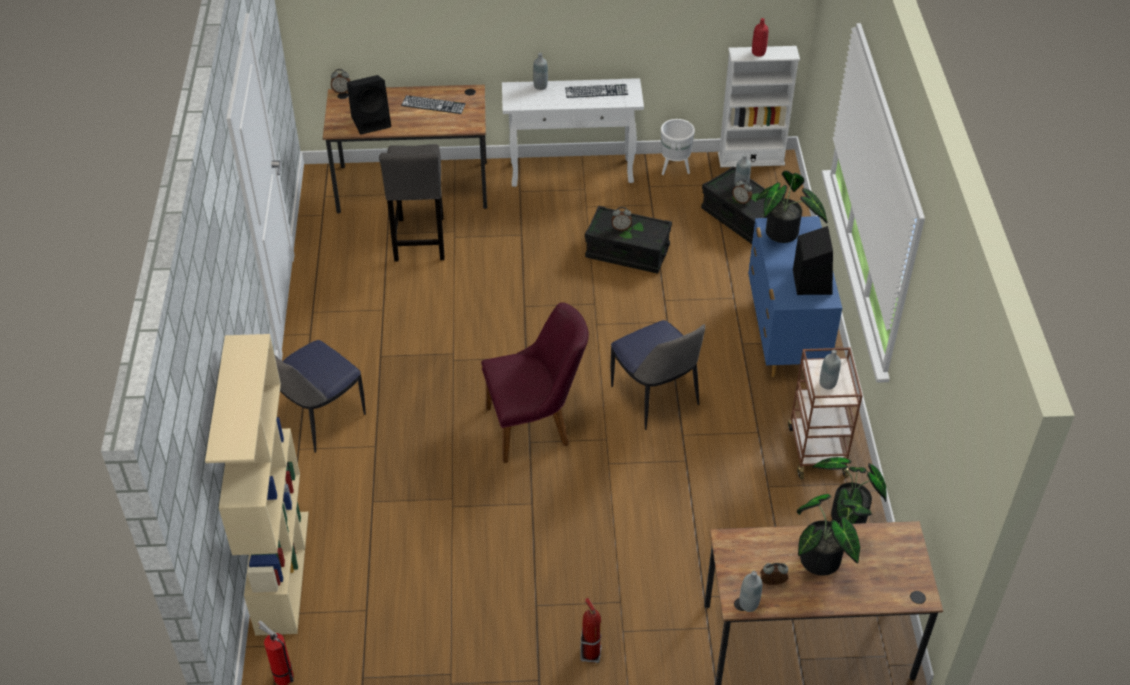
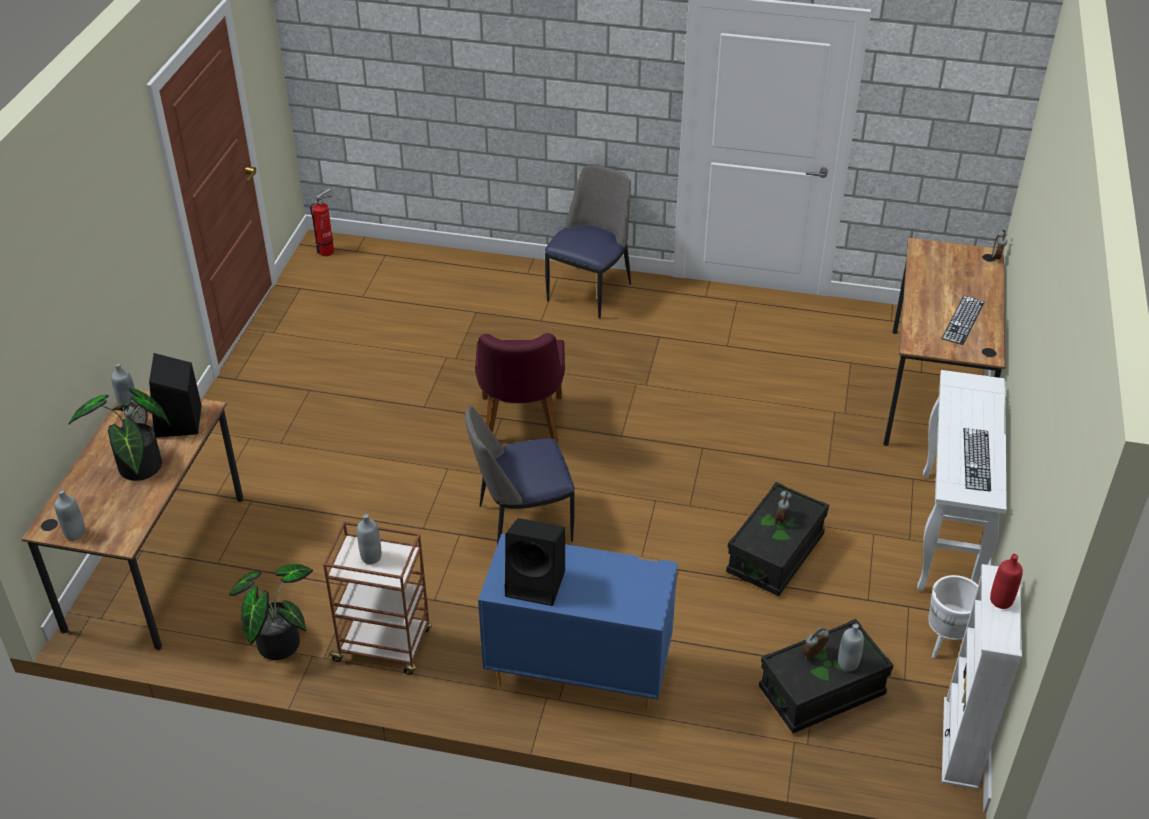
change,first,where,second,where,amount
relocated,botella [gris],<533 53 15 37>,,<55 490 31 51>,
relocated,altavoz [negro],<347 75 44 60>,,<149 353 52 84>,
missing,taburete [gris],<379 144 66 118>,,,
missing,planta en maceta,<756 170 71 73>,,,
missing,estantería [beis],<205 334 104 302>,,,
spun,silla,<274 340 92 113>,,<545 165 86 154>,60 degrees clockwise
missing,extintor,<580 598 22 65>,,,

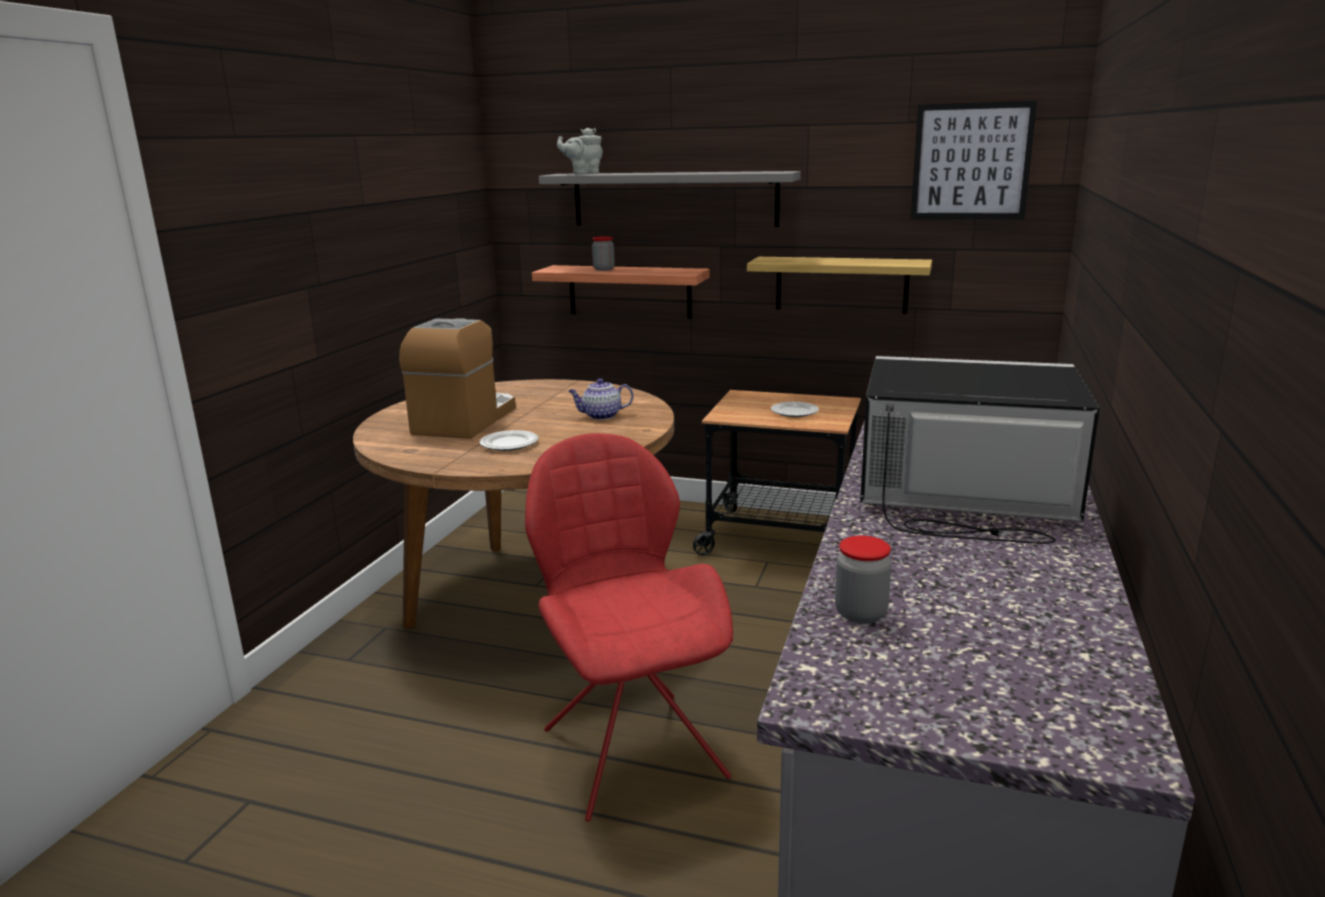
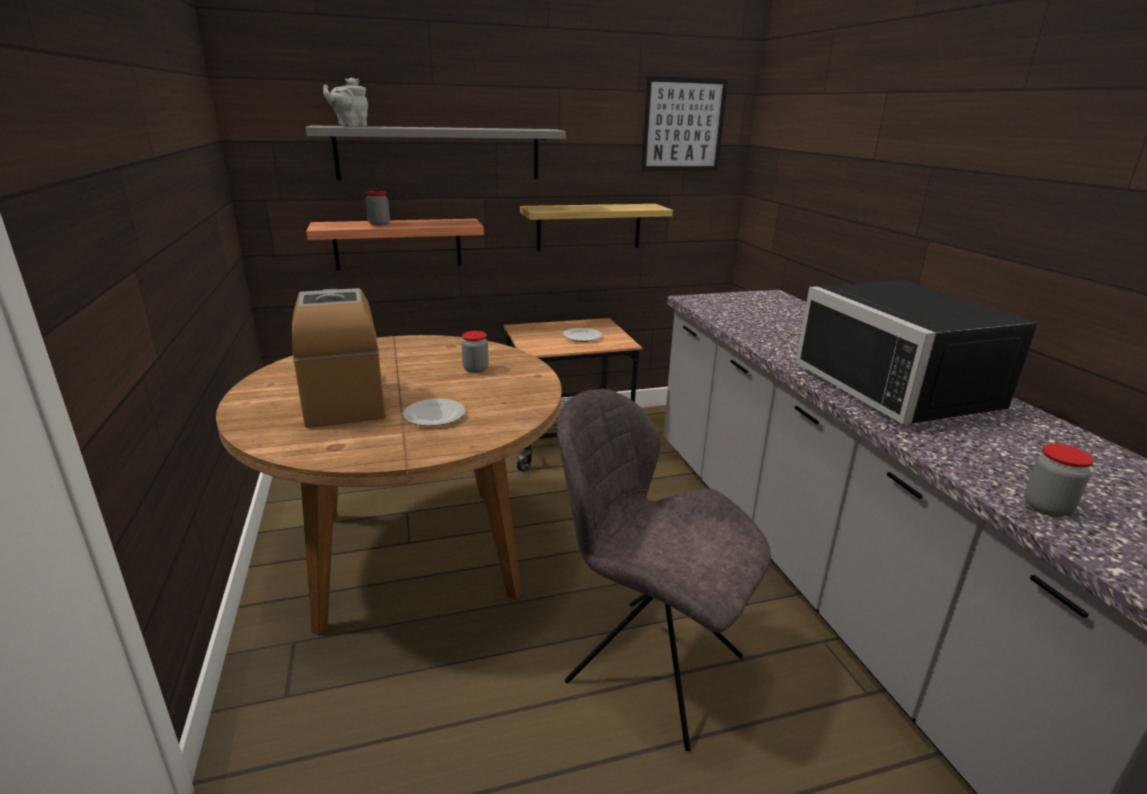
change,first,where,second,where,amount
spun,microondas [negro],<860 356 240 188>,,<796 280 242 145>,90 degrees counterclockwise
exchanged,tetera,<568 379 66 41>,tarro,<461 331 28 42>,
colour,silla [rojo],<525 433 208 389>,silla [gris],<557 389 214 363>,

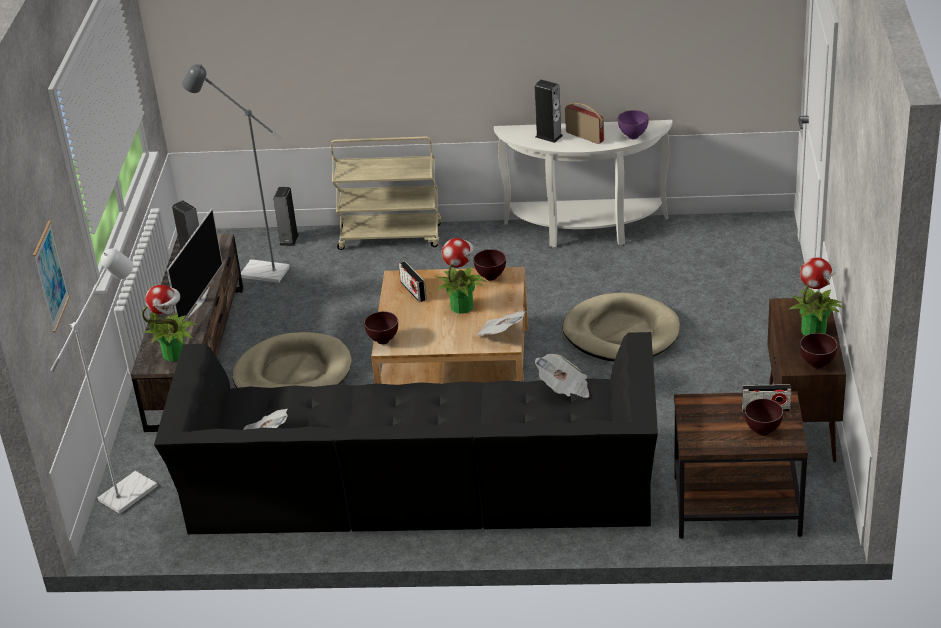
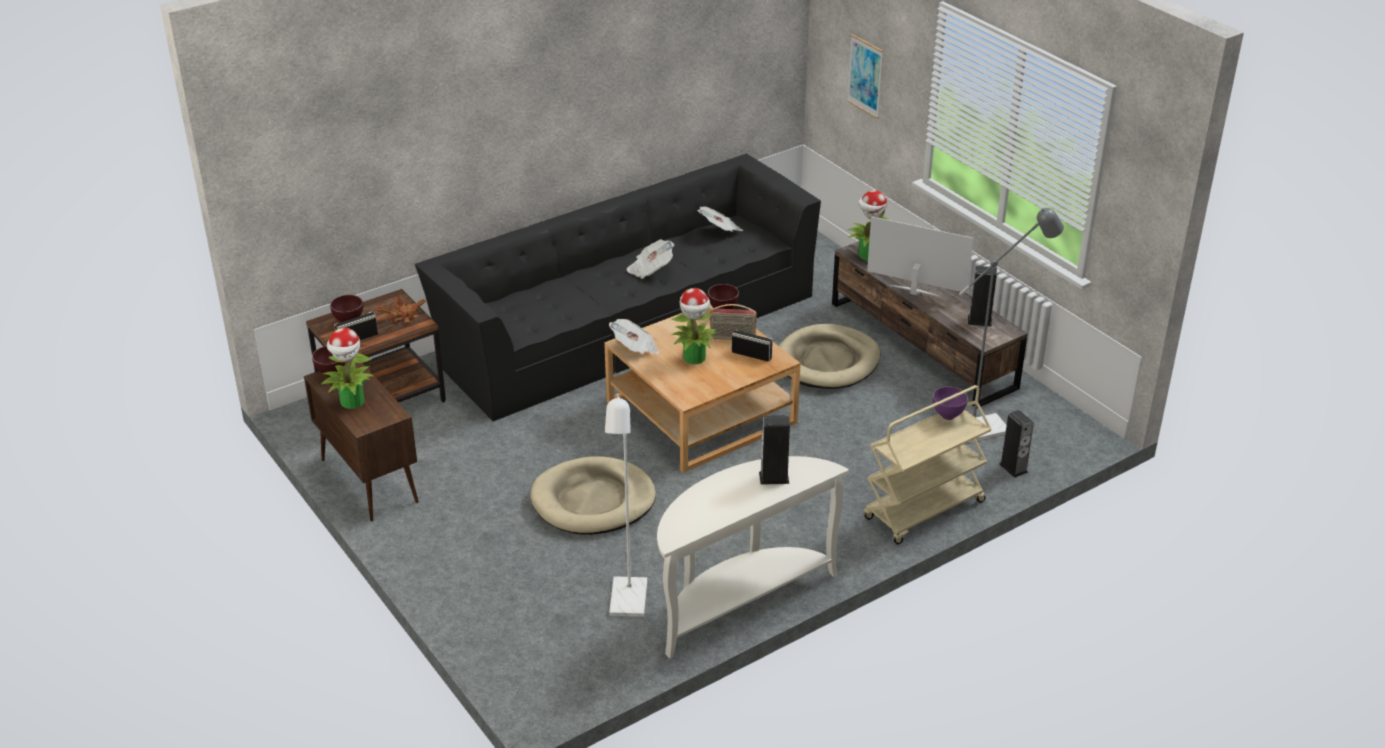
change,first,where,second,where,amount
relocated,radio,<565 103 39 41>,,<710 304 47 36>,
relocated,cuenco [morado],<618 110 31 29>,,<933 386 35 34>,
spun,televisor,<167 208 56 114>,,<867 216 107 81>,135 degrees clockwise
relocated,lámpara de pie [blanco],<51 249 107 265>,,<605 394 42 223>,
missing,cuenco [marrón],<473 249 33 32>,,,
relocated,periódico,<535 354 55 44>,,<627 240 47 39>,
appeared,,,planta en maceta,<376 297 50 26>,

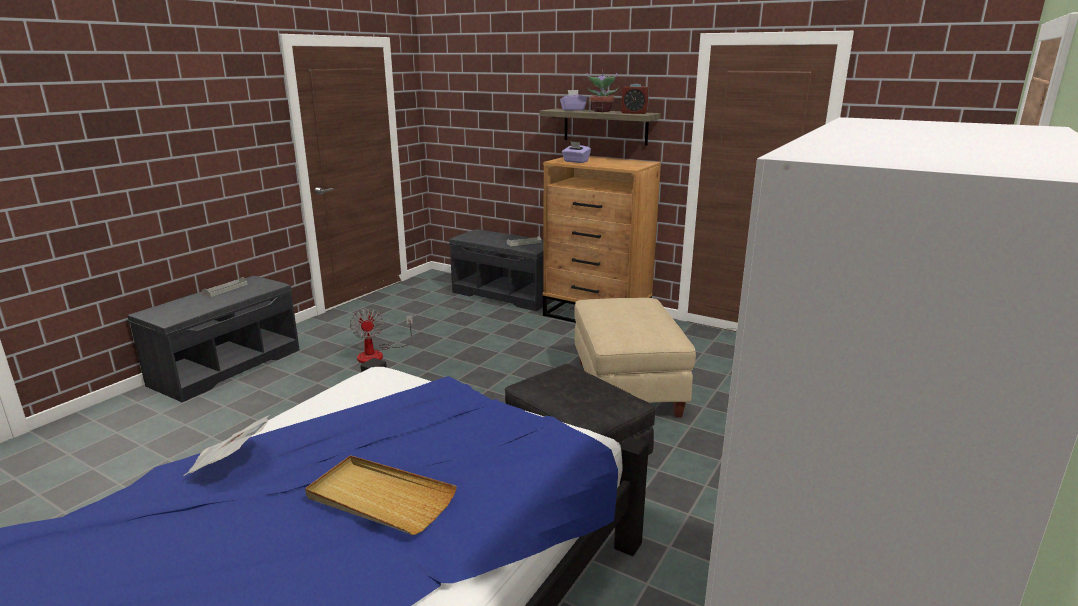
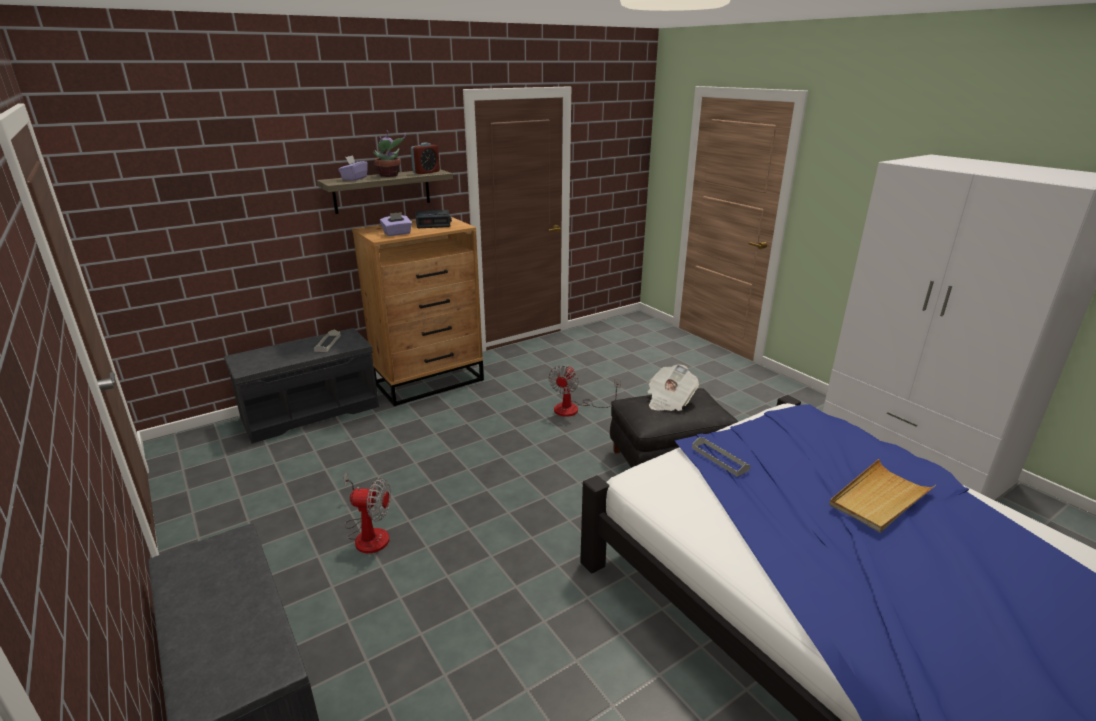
change,first,where,second,where,amount
relocated,bandeja [gris],<202 277 46 20>,,<692 437 59 40>,
exchanged,puf [beis],<574 298 122 120>,ventilador,<548 365 73 52>,
relocated,periódico,<184 415 86 61>,,<648 364 51 47>,
appeared,,,despertador,<416 210 36 18>,

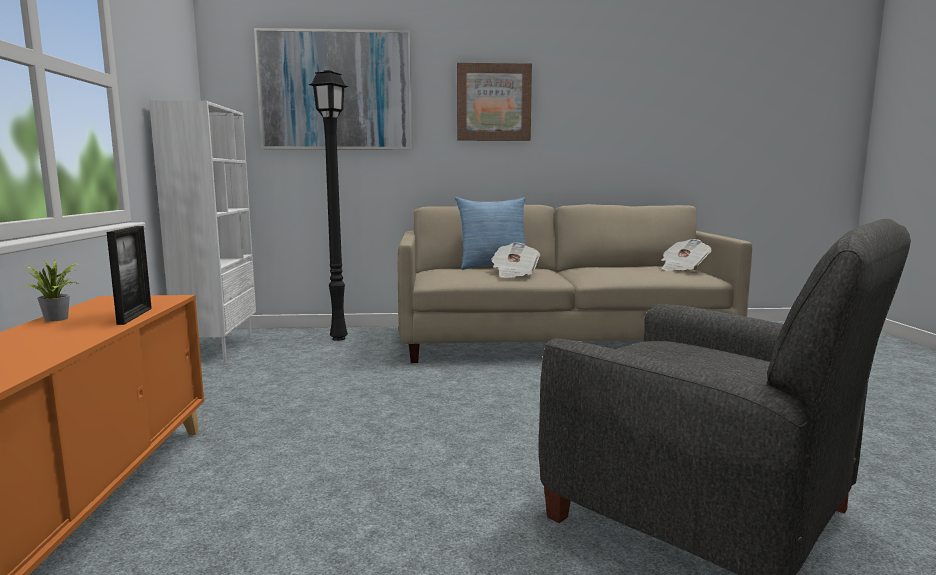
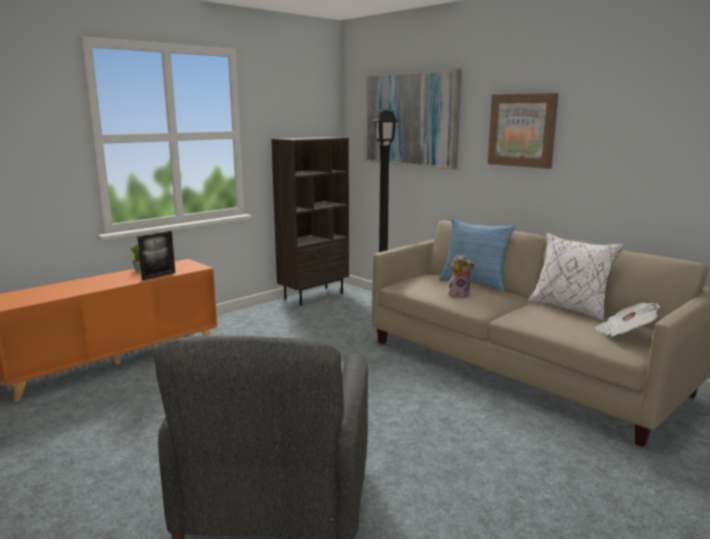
change,first,where,second,where,amount
colour,estantería [blanco],<149 100 107 261>,estantería [marrón],<271 137 78 169>,
exchanged,periódico,<491 243 49 35>,peluche,<448 255 27 43>,
appeared,,,cojín [blanco],<528 233 96 88>,

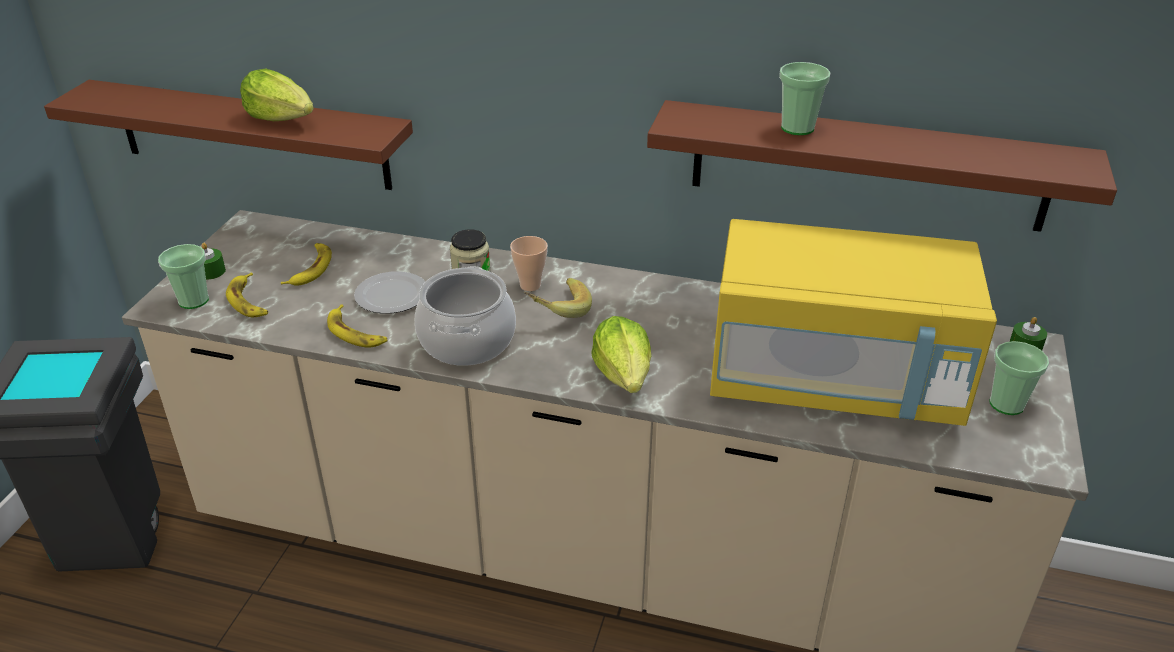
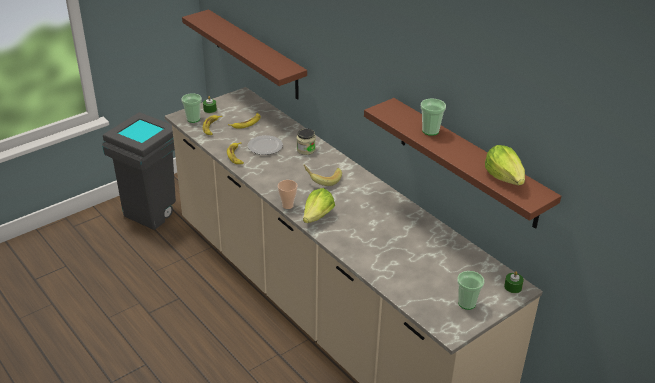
change,first,where,second,where,amount
relocated,lechuga,<240 68 74 53>,,<485 145 40 40>,
missing,microondas [amarillo],<710 219 287 207>,,,
relocated,taza,<510 236 38 55>,,<278 180 19 29>,
missing,olla,<415 266 101 100>,,,

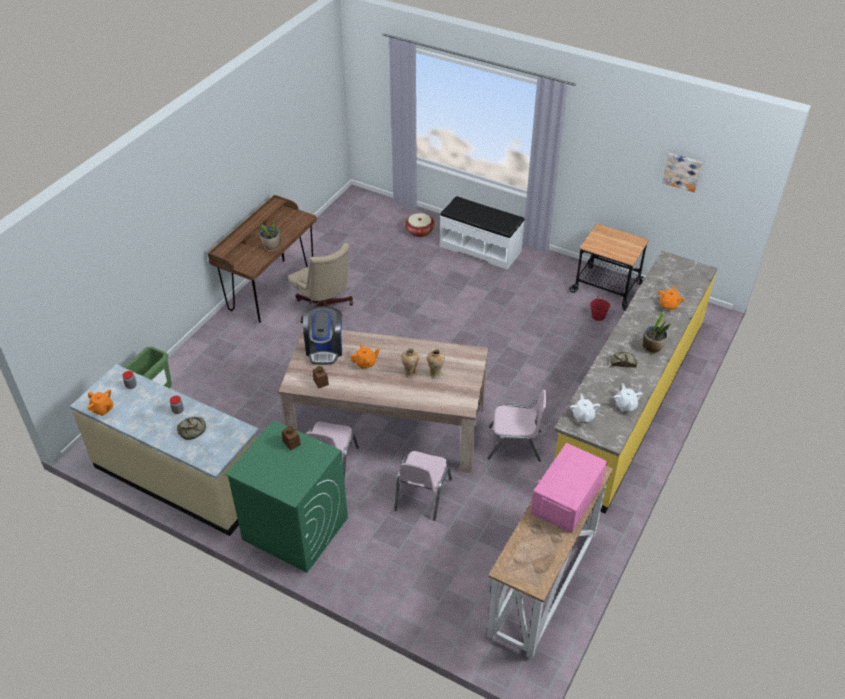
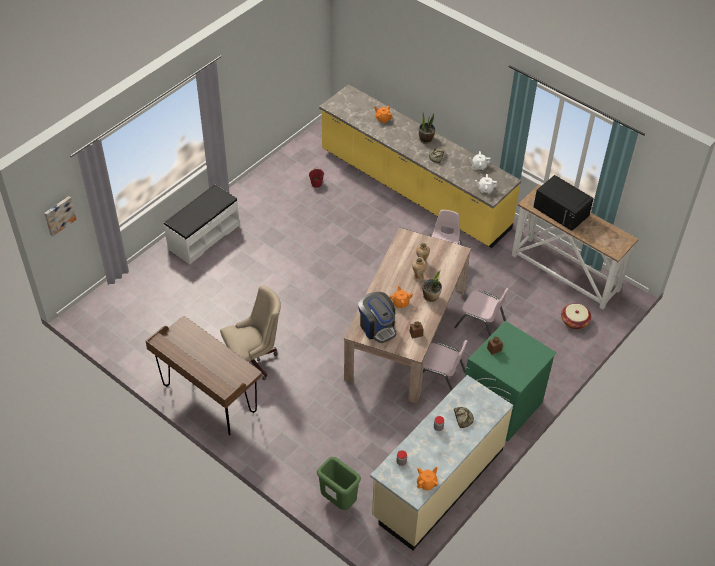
change,first,where,second,where,amount
relocated,cuadro,<662 153 40 39>,,<44 196 33 40>,
relocated,cesta,<405 213 30 24>,,<561 303 30 26>,
relocated,planta en maceta,<260 221 20 30>,,<423 270 19 32>,
missing,carrito,<569 223 80 88>,,,
spun,cafetera,<303 306 39 59>,,<358 292 38 51>,45 degrees clockwise
colour,microondas [rosa],<531 443 76 90>,microondas [negro],<534 175 60 56>,

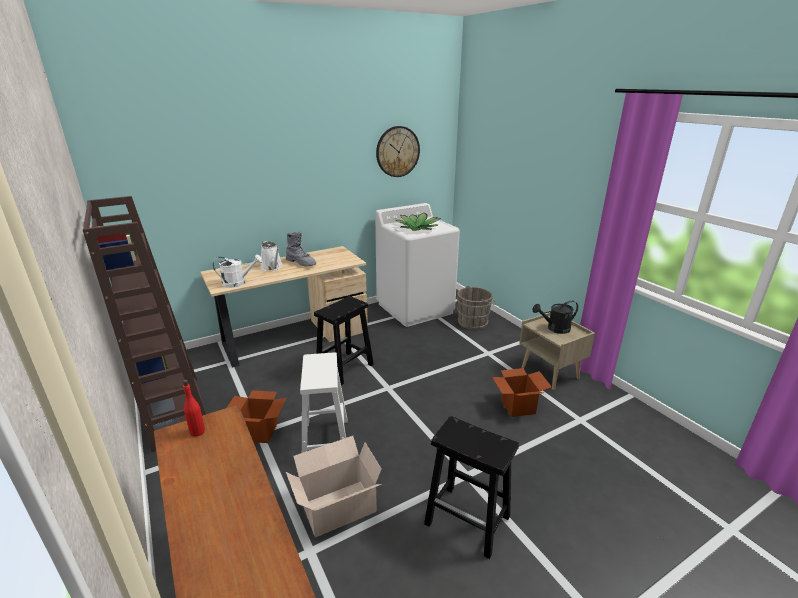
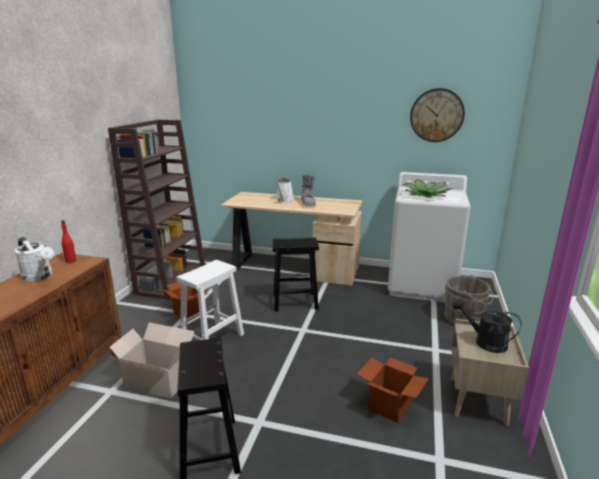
change,first,where,second,where,amount
relocated,regadera [blanco],<213 254 49 34>,,<15 237 39 44>,

